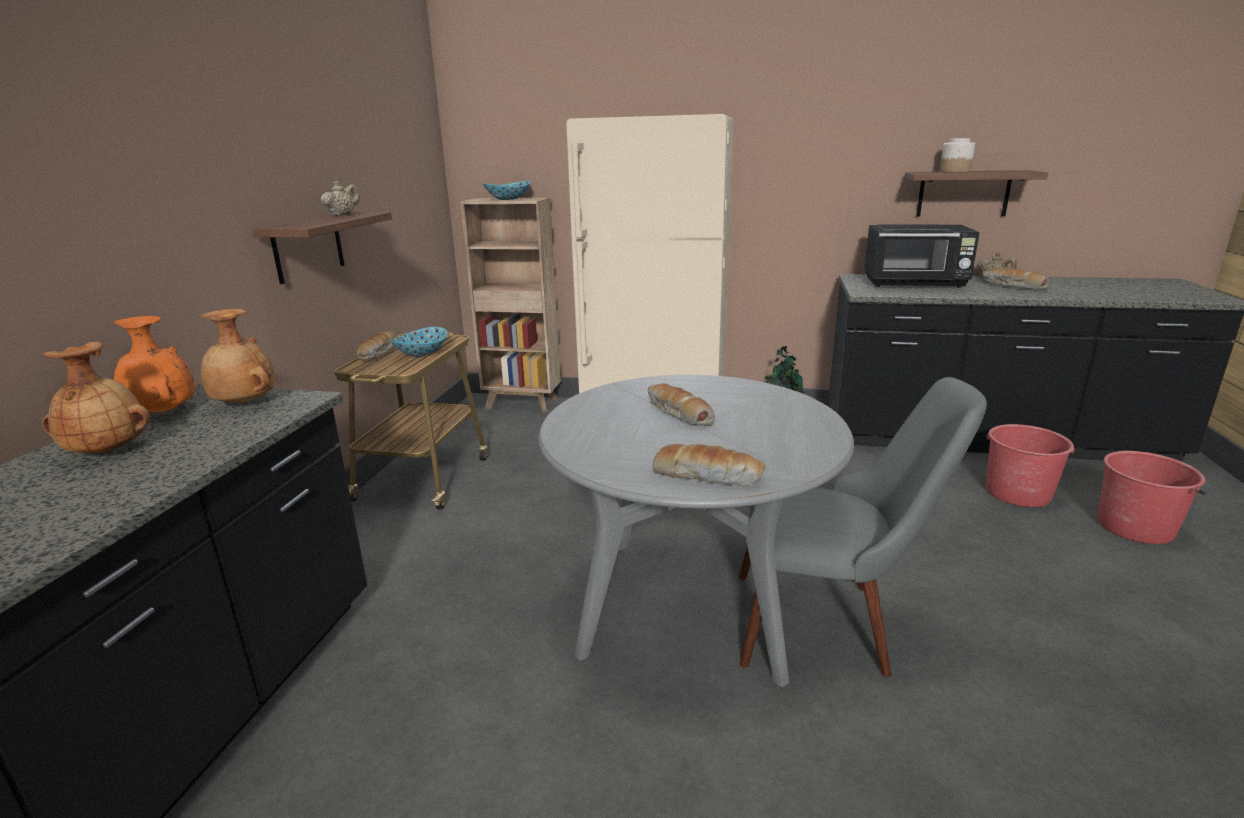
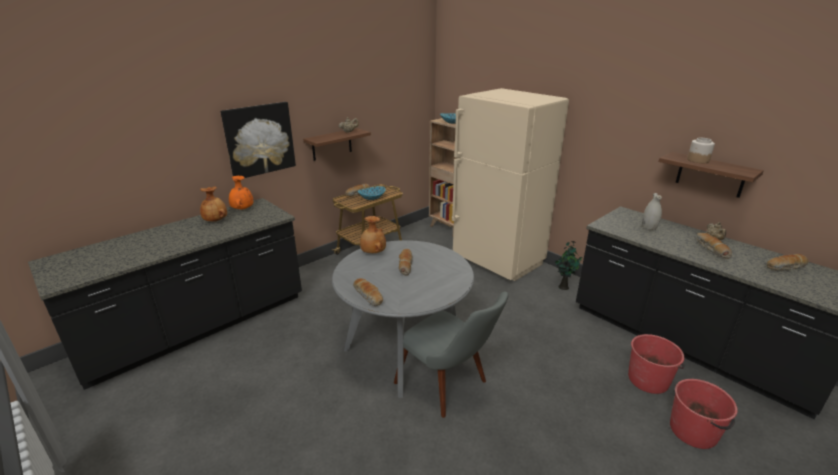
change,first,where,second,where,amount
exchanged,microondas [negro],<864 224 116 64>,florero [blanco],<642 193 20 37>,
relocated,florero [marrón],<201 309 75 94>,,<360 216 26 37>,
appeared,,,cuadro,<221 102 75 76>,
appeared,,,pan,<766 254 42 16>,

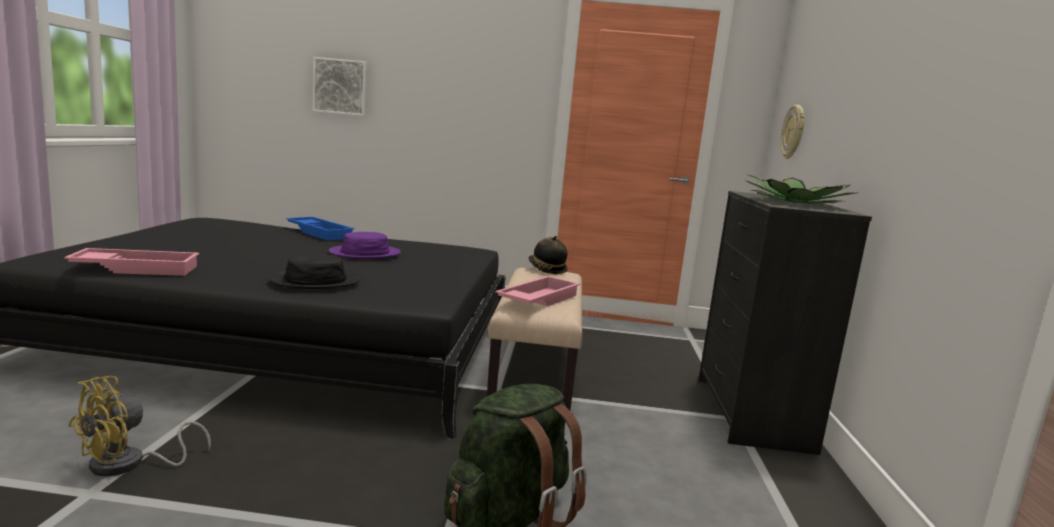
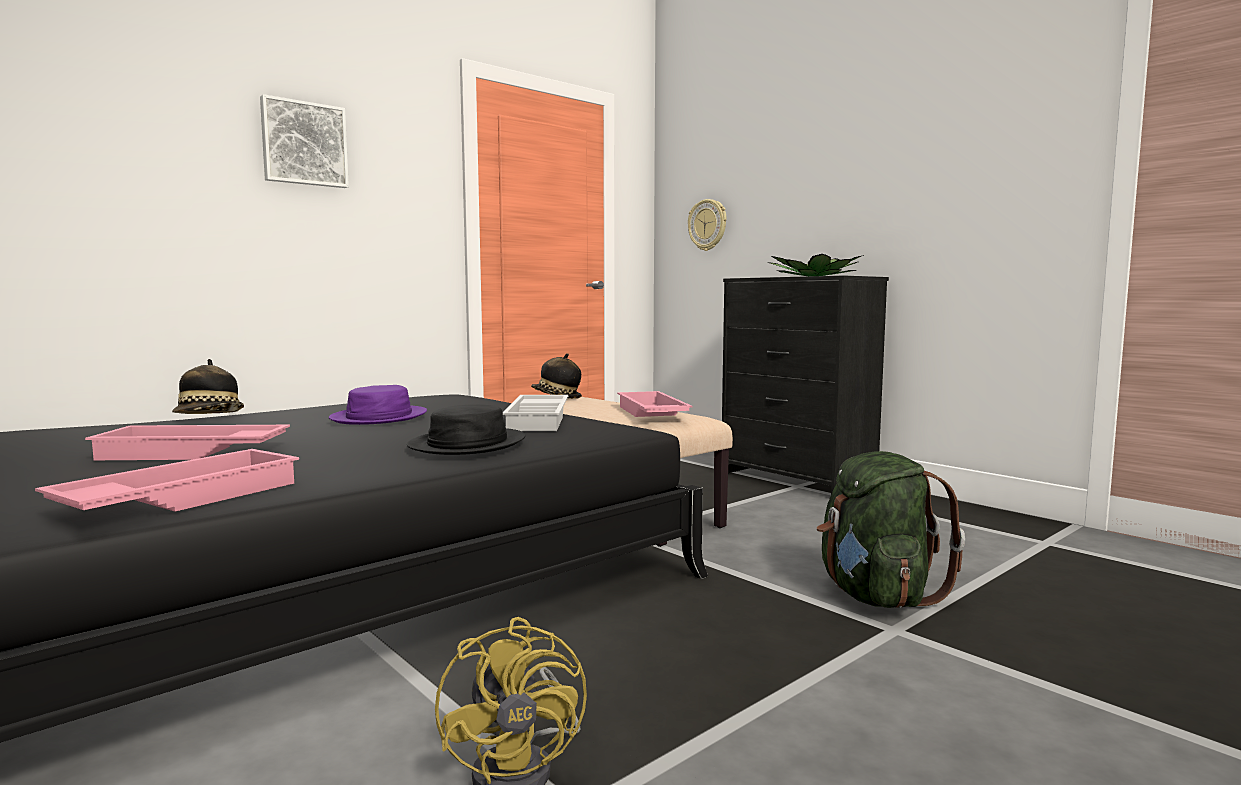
change,first,where,second,where,amount
relocated,cuadro,<313 57 54 59>,,<260 94 89 94>,
exchanged,bandeja [azul],<286 217 69 24>,sombrero,<172 359 72 55>,
appeared,,,bandeja [blanco],<503 395 65 36>,
appeared,,,bandeja [rosa],<85 425 205 35>,

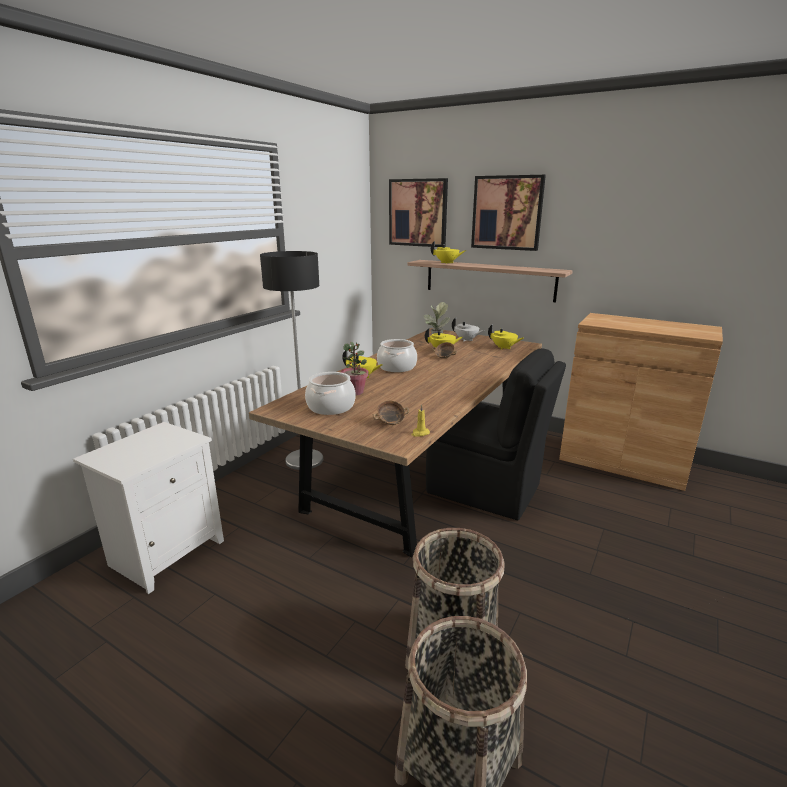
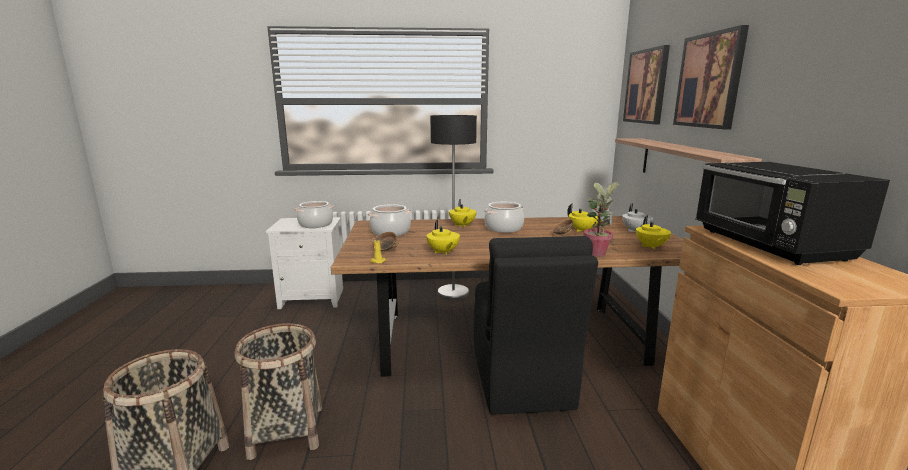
change,first,where,second,where,amount
relocated,tetera [amarillo],<431 241 35 23>,,<426 220 34 35>,
relocated,planta en maceta,<341 342 28 53>,,<583 201 30 56>,
appeared,,,microondas [negro],<695 162 195 103>,
appeared,,,olla,<295 201 38 27>,

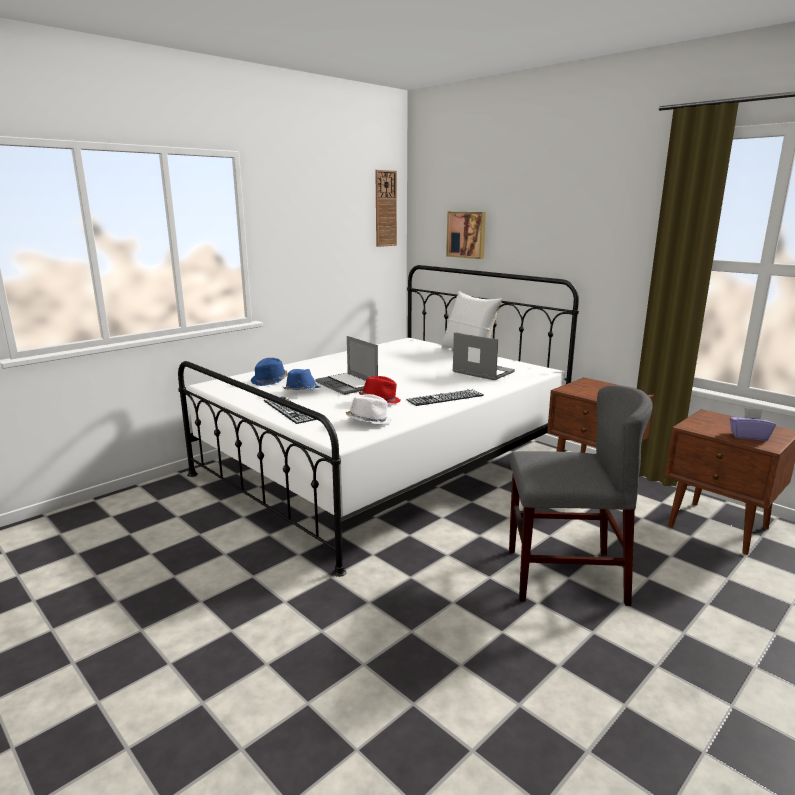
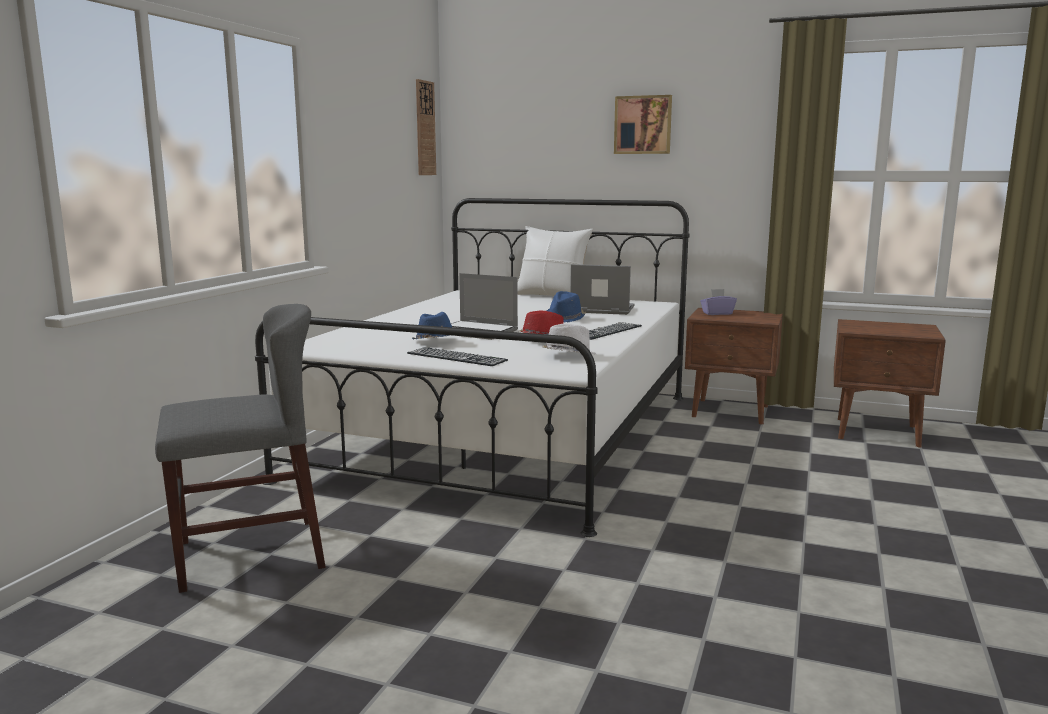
change,first,where,second,where,amount
relocated,cuadro,<446 212 40 47>,,<614 95 58 59>,
relocated,sombrero [azul],<251 358 37 28>,,<546 291 40 31>,
relocated,silla [gris],<509 385 143 221>,,<155 304 171 289>,
relocated,caja de pañuelos [morado],<729 408 47 33>,,<700 289 37 26>,

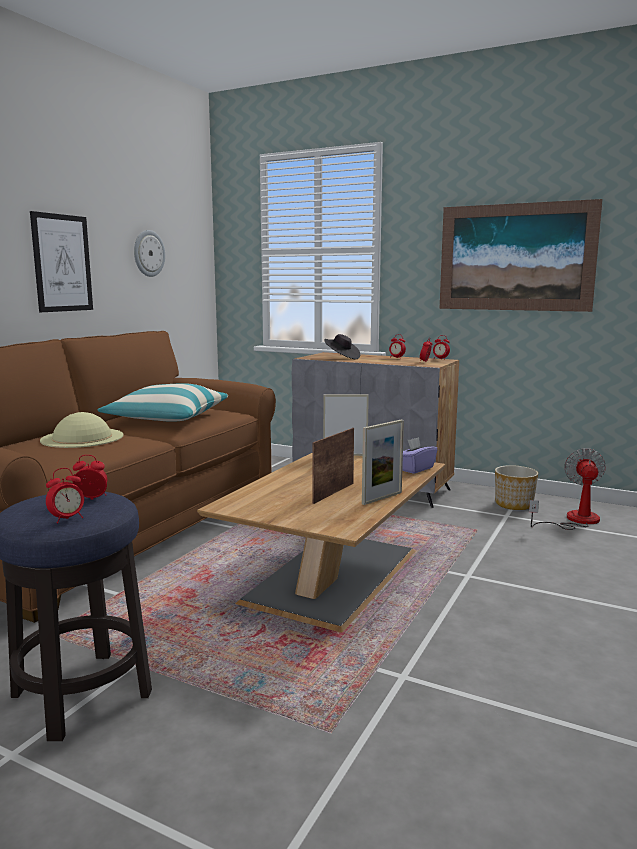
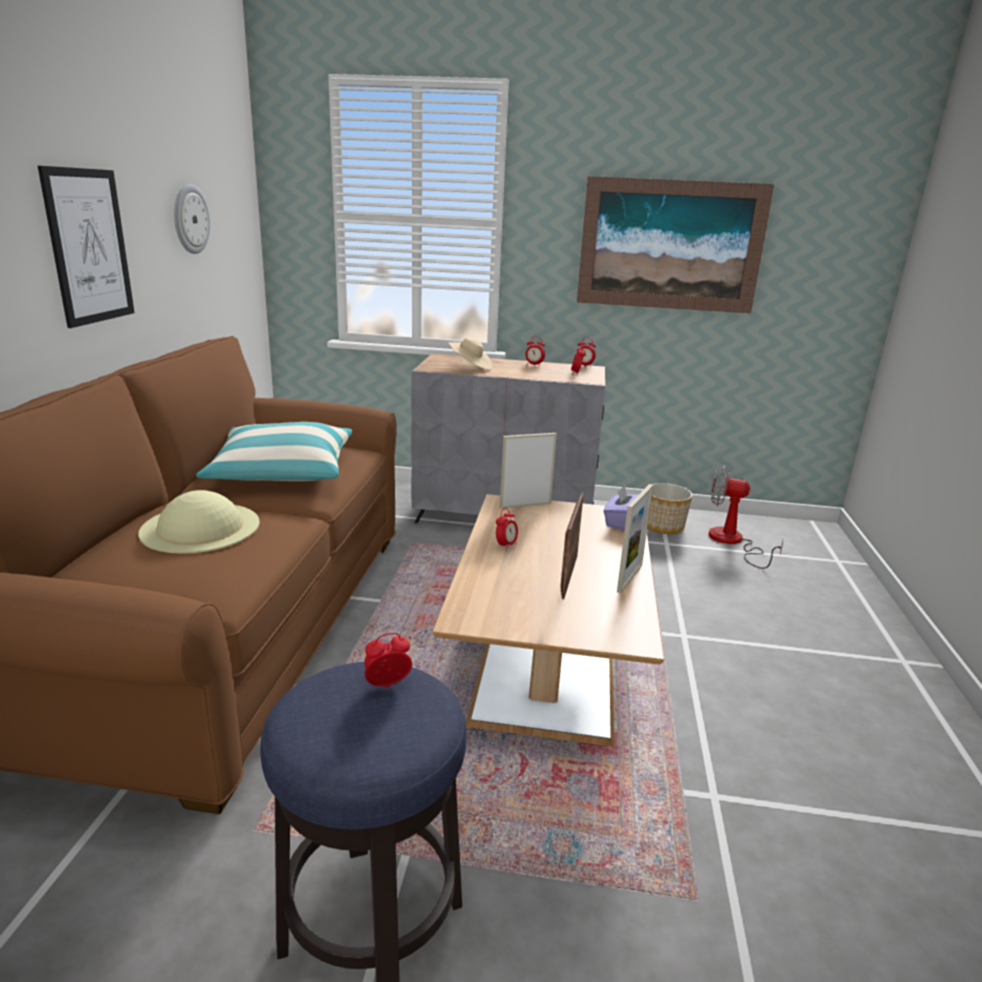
change,first,where,second,where,amount
colour,sombrero [negro],<325 334 35 25>,sombrero [beis],<448 337 45 33>,
spun,ventilador,<529 448 77 82>,,<709 466 74 103>,60 degrees counterclockwise
relocated,despertador,<46 468 38 55>,,<496 508 22 43>,

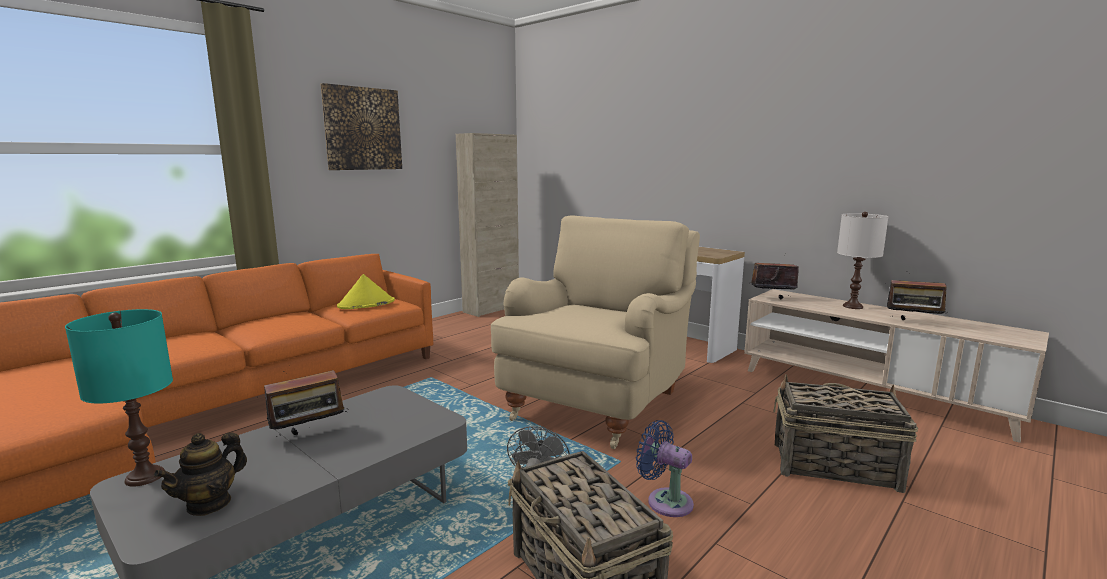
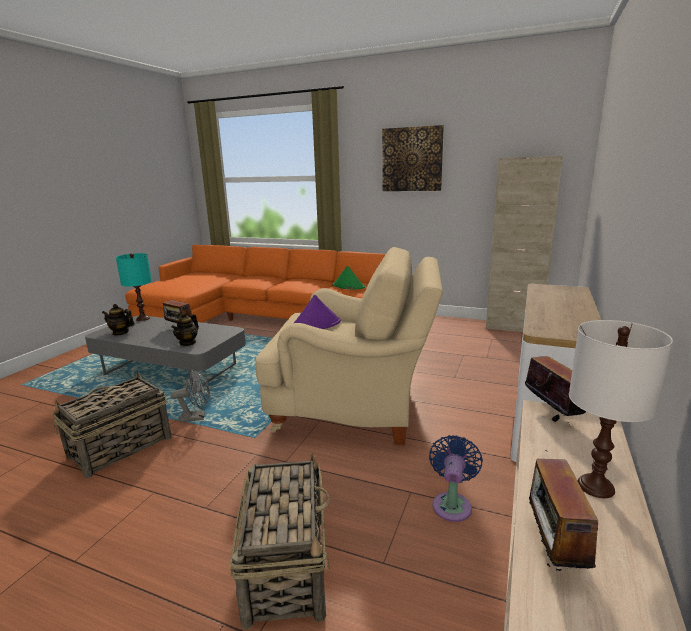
change,first,where,second,where,amount
colour,sombrero [amarillo],<337 274 58 35>,sombrero [verde],<333 266 32 24>,
relocated,ventilador [azul],<636 420 58 97>,,<429 435 54 87>,
appeared,,,sombrero [morado],<294 295 47 34>,
appeared,,,tetera,<171 312 28 34>,

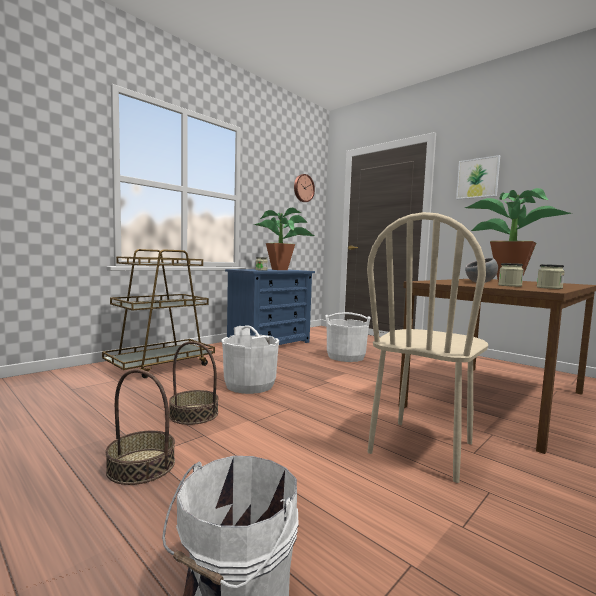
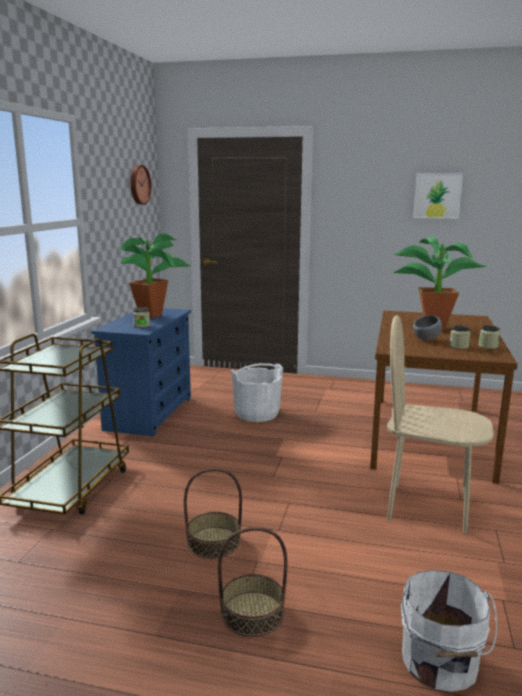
change,first,where,second,where,amount
relocated,cuadro,<456 155 44 44>,,<413 173 50 46>,
spun,silla [beis],<367 212 121 271>,,<387 315 107 218>,105 degrees clockwise
missing,cubo [blanco],<222 325 57 69>,,,

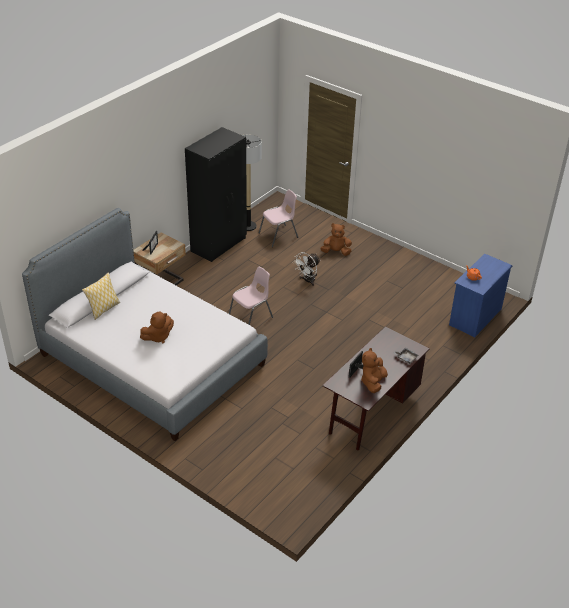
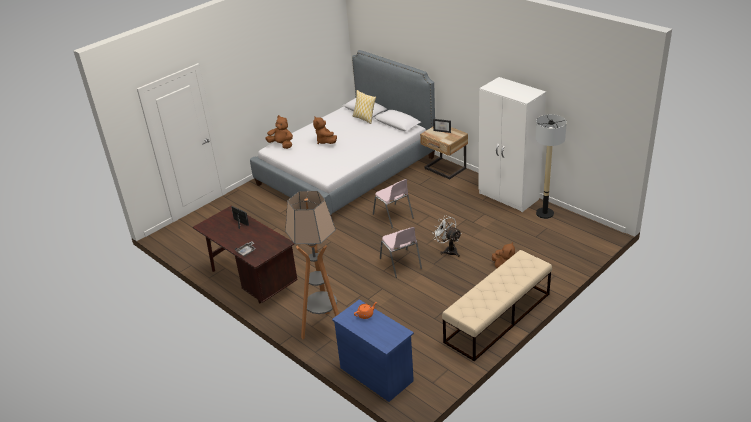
change,first,where,second,where,amount
colour,armario ropero [negro],<185 127 62 135>,armario ropero [blanco],<478 77 68 135>,
relocated,silla [rosa],<259 189 39 58>,,<380 227 42 51>,
relocated,peluche [marrón],<361 348 27 45>,,<265 115 28 34>,
appeared,,,lámpara de pie,<285 191 54 148>,
appeared,,,banco [beis],<442 250 110 112>,

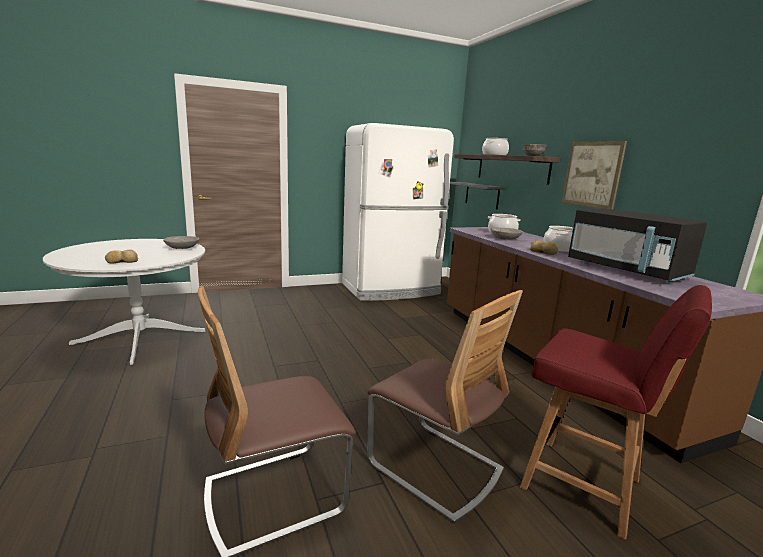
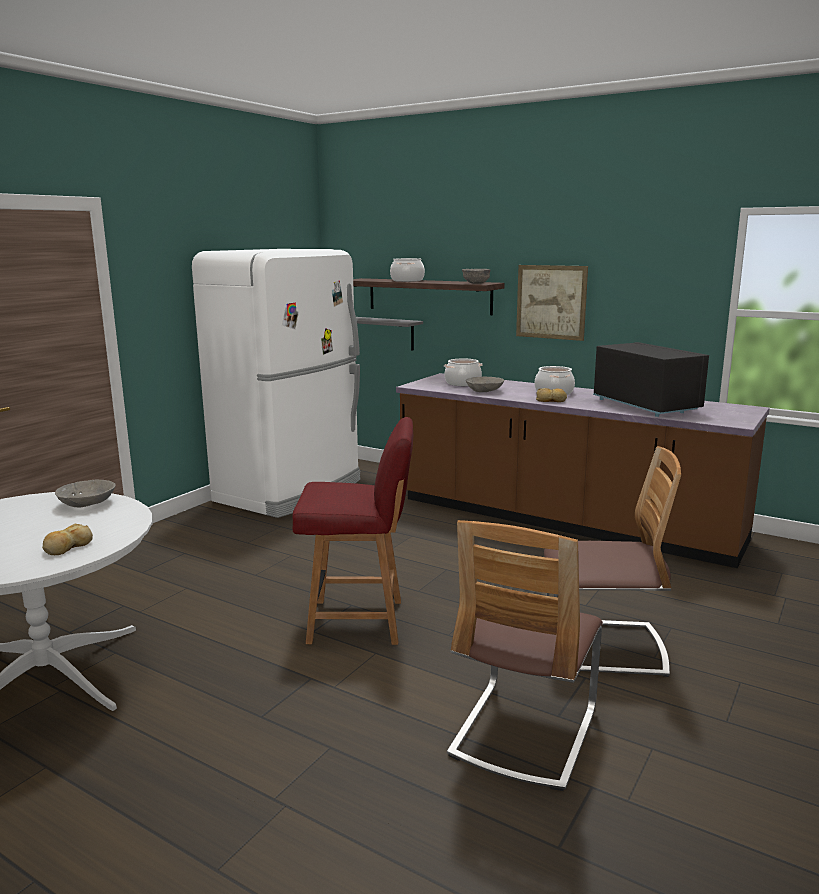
change,first,where,second,where,amount
spun,microondas [negro],<568 209 139 75>,,<593 342 116 75>,135 degrees counterclockwise
relocated,silla [rojo],<520 285 192 255>,,<292 417 121 228>,

